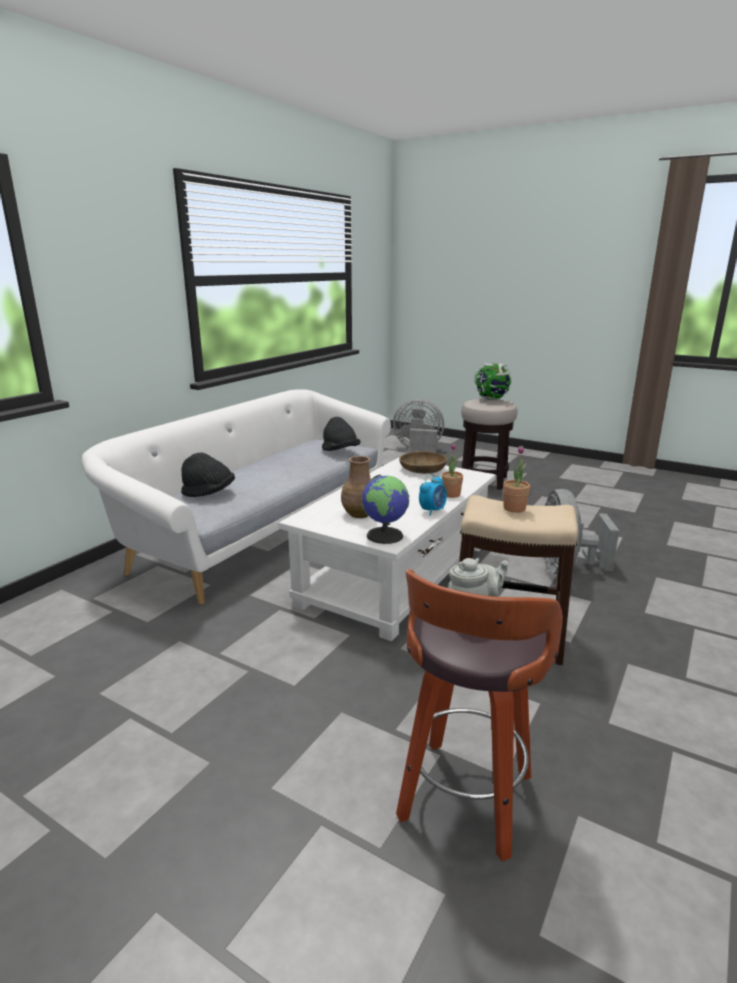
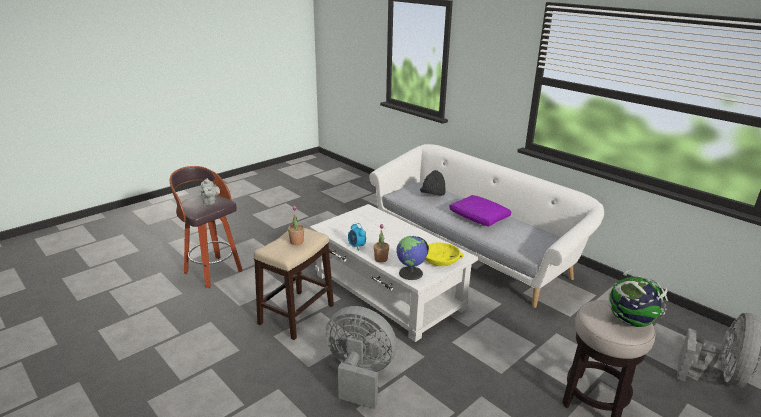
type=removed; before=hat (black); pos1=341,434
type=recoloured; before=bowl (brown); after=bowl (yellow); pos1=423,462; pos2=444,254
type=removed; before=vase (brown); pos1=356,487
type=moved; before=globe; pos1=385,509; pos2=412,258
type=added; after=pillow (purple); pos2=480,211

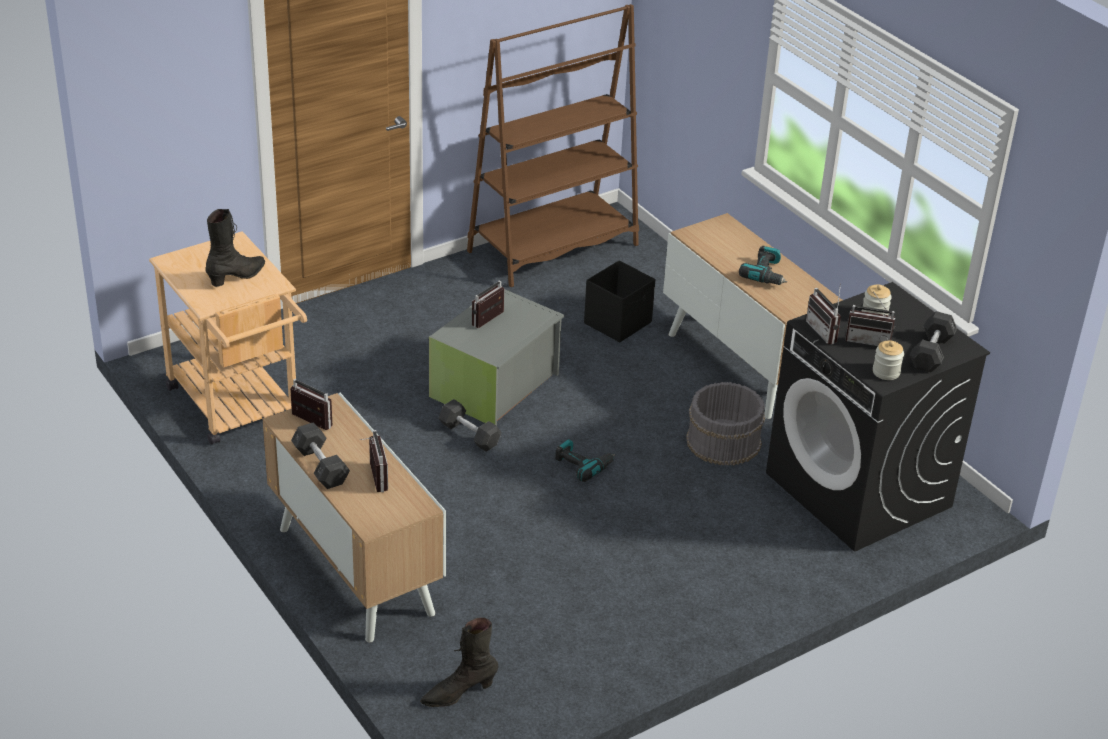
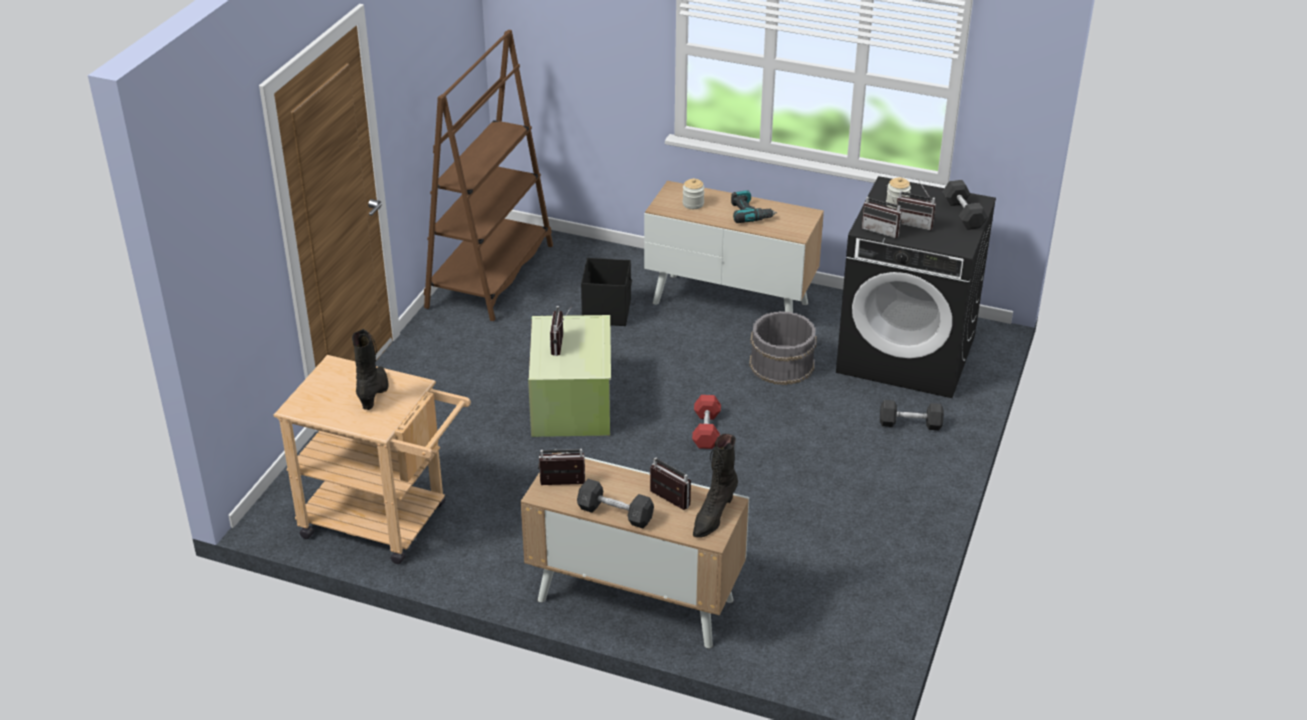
type=recoloured; before=storage box (grey); after=storage box (green); pos1=496,357; pos2=569,376
type=turned; before=radio; pos1=870,318; pos2=916,205; turn=45
type=moved; before=jar; pos1=888,360; pos2=694,193
type=moved; before=dumbbell (grey); pos1=470,425; pos2=912,415
type=replaced; before=power drill; after=dumbbell (red); pos1=585,460; pos2=706,422
type=moved; before=boot (black); pos1=459,662; pos2=715,486

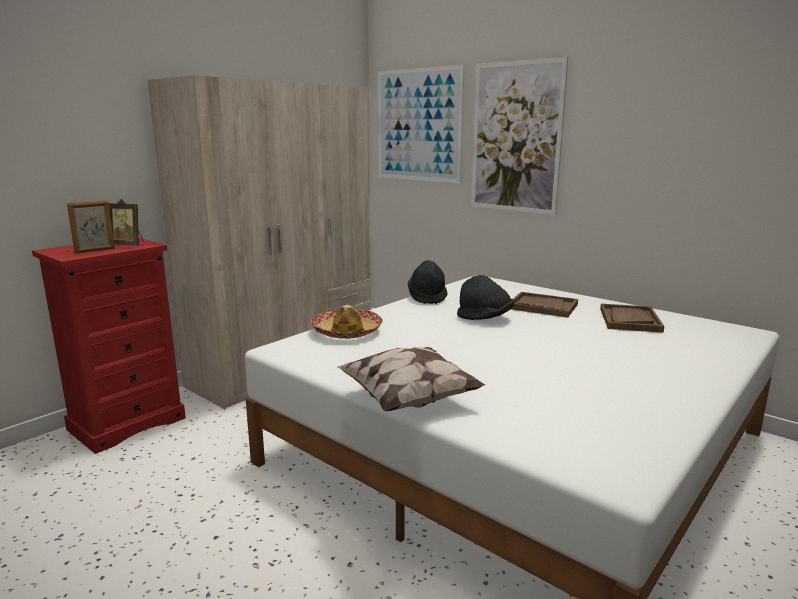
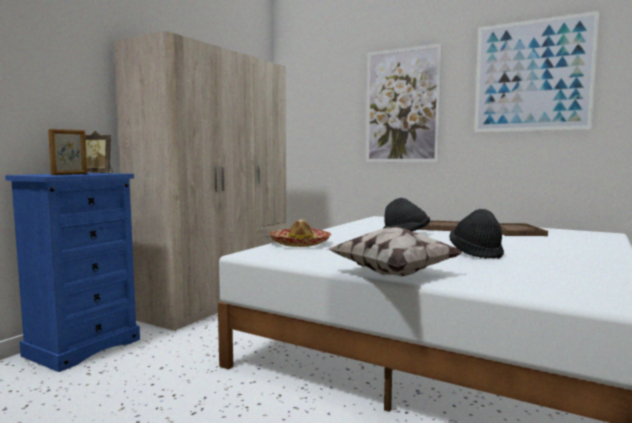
type=moved; before=picture; pos1=421,124; pos2=537,71
type=recoloured; before=dresser (red); after=dresser (blue); pos1=109,346; pos2=72,272
type=moved; before=hat (black); pos1=428,282; pos2=476,234

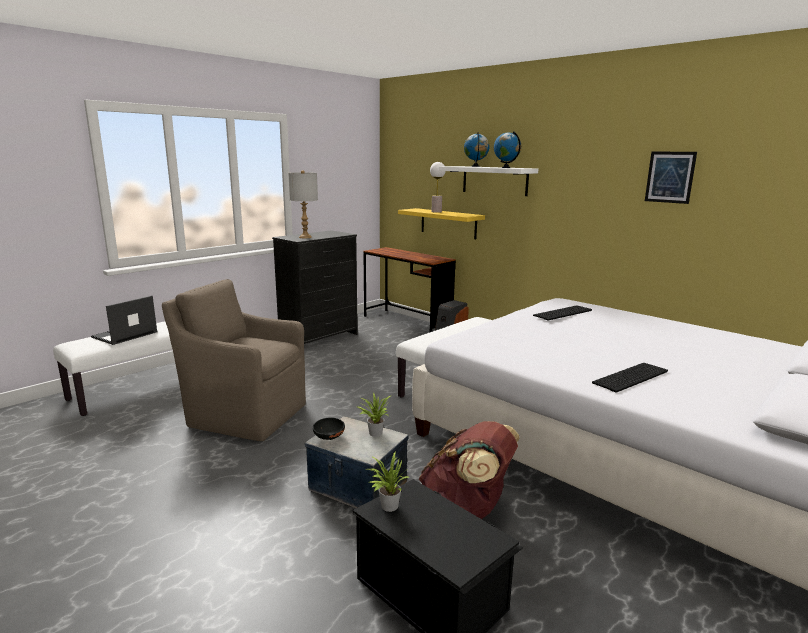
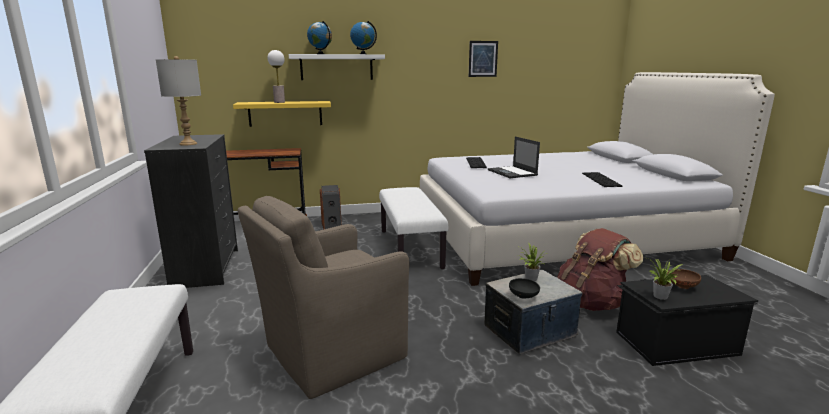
type=moved; before=laptop; pos1=124,320; pos2=514,157
type=added; after=bowl (brown); pos2=684,279

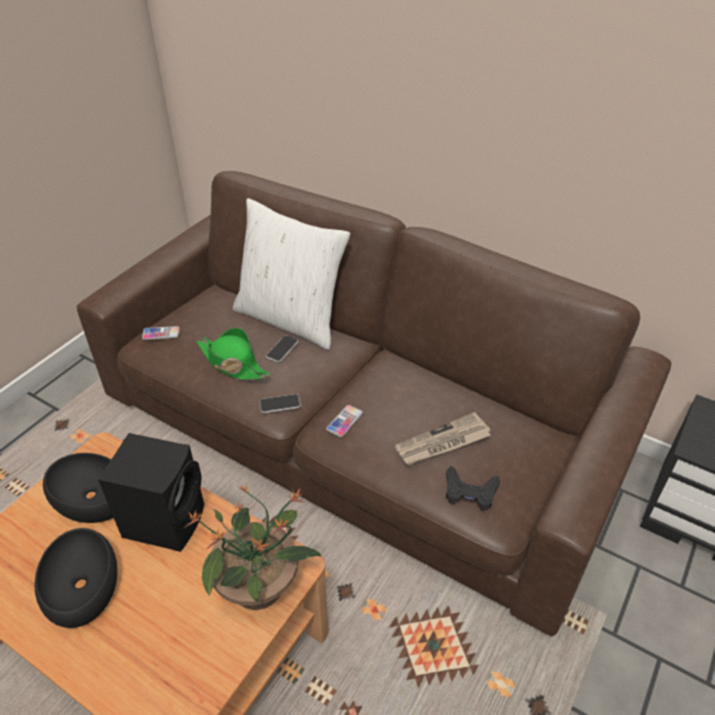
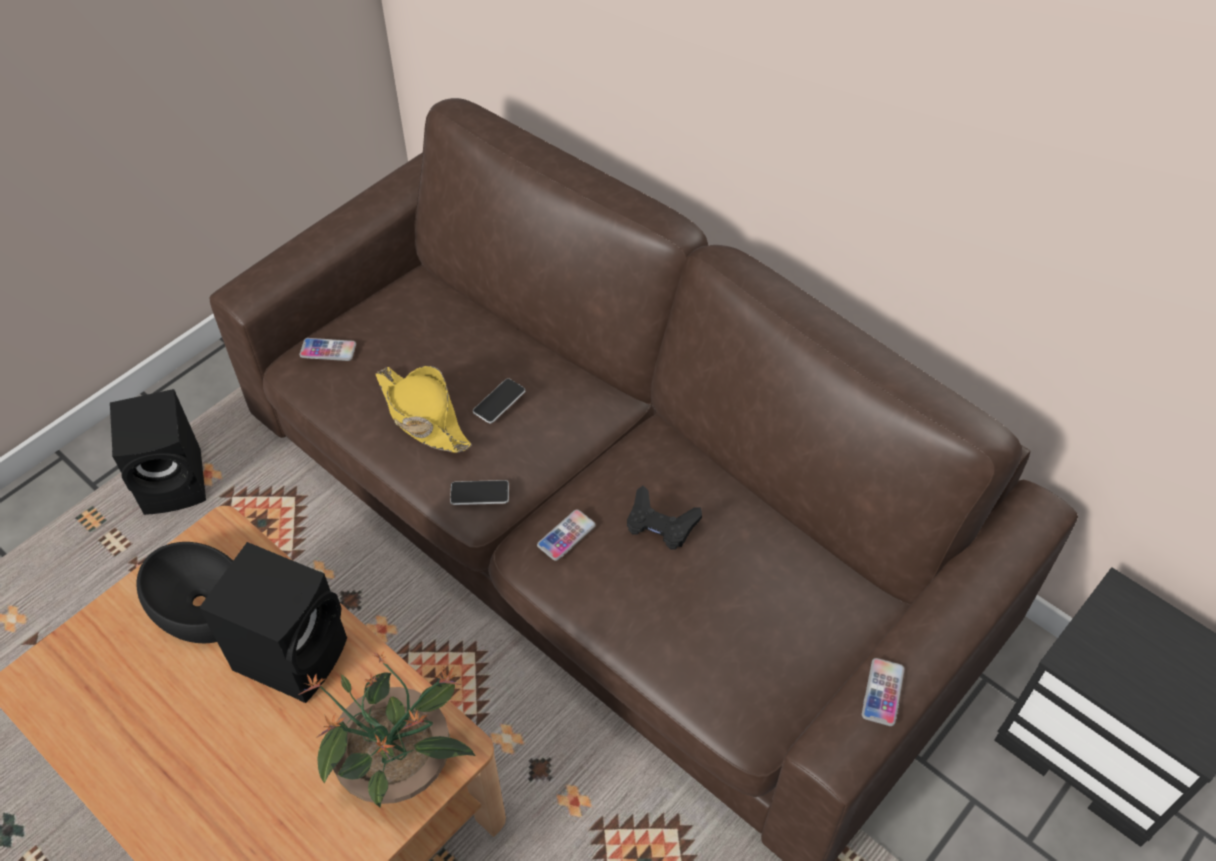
type=removed; before=pillow (white); pos1=291,274
type=recoloured; before=hat (green); after=hat (yellow); pos1=233,354; pos2=424,409
type=removed; before=newspaper; pos1=443,439
type=moved; before=game controller (black); pos1=473,488; pos2=664,518
type=removed; before=bowl (black); pos1=76,578
type=added; after=speaker (black); pos2=158,452
type=added; after=phone; pos2=883,692

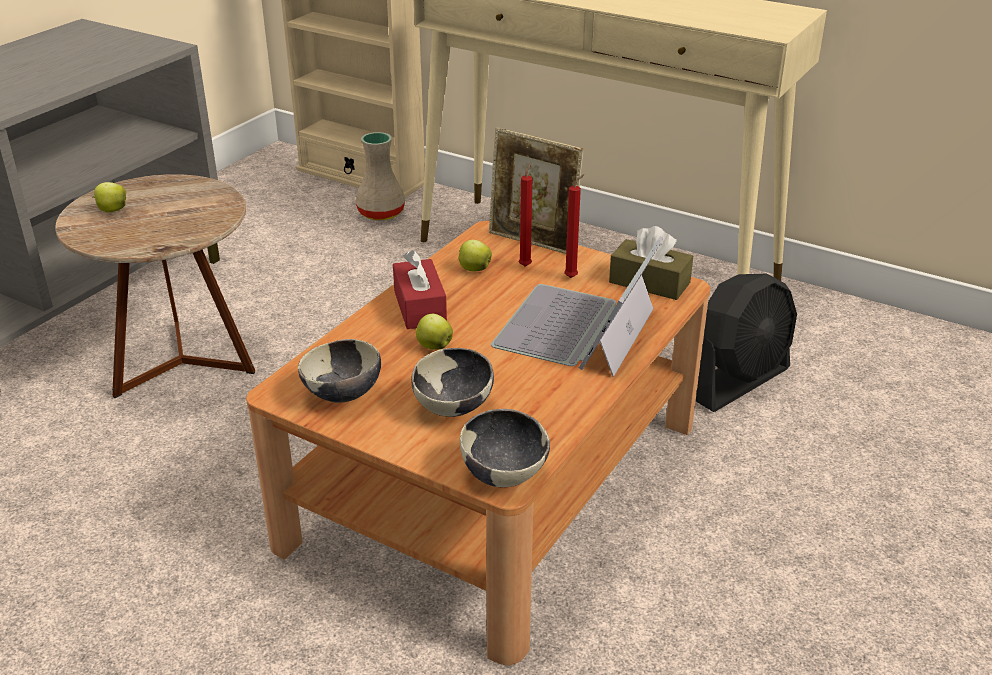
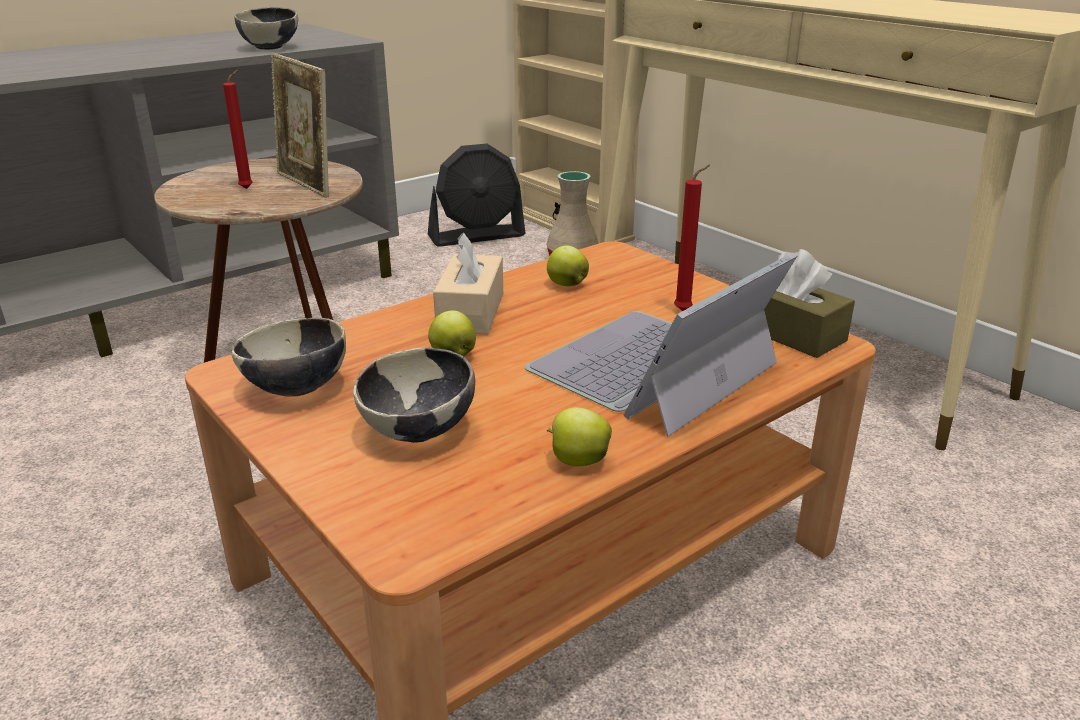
type=moved; before=picture frame; pos1=536,190; pos2=300,125
type=moved; before=candle (red); pos1=525,215; pos2=238,129
type=moved; before=apple; pos1=109,197; pos2=579,436
type=recoloured; before=tissue box (red); after=tissue box (beige); pos1=420,289; pos2=468,283
type=moved; before=fan (black); pos1=746,342; pos2=476,195
type=moved; before=bowl; pos1=505,448; pos2=266,28

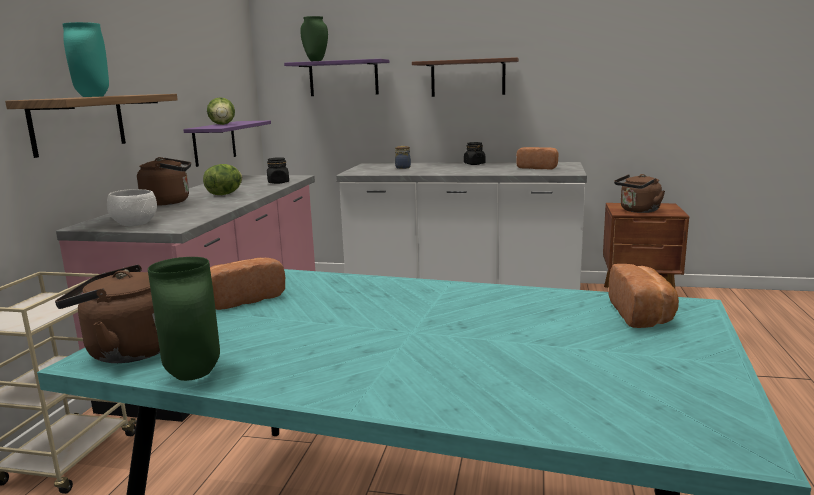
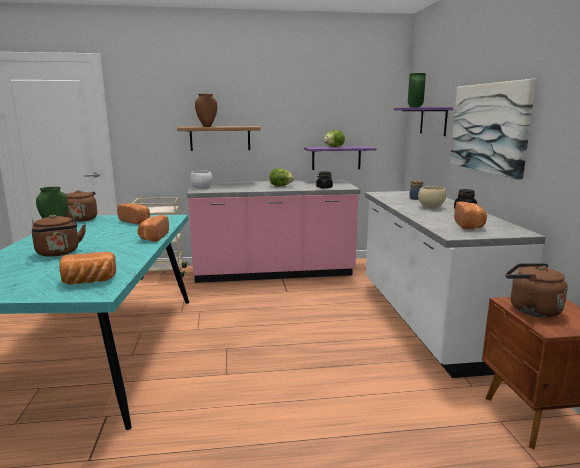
type=recoloured; before=vase (turquoise); after=vase (brown); pos1=85,59; pos2=206,110
type=replaced; before=shelf (brown); after=picture; pos1=465,77; pos2=493,129
type=moved; before=kettle (brown); pos1=164,181; pos2=59,236
type=added; after=bowl (beige); pos2=432,197
type=added; after=bread; pos2=153,228

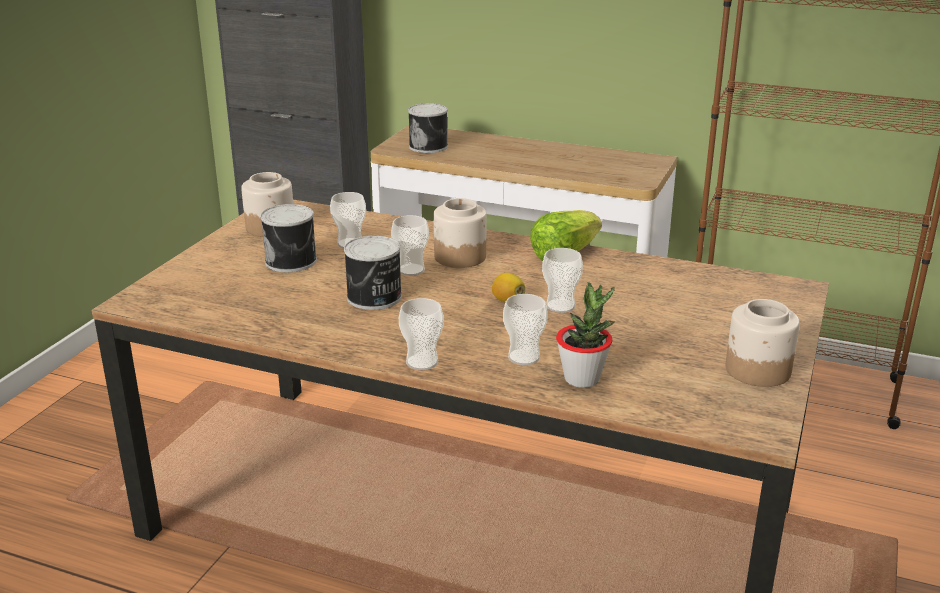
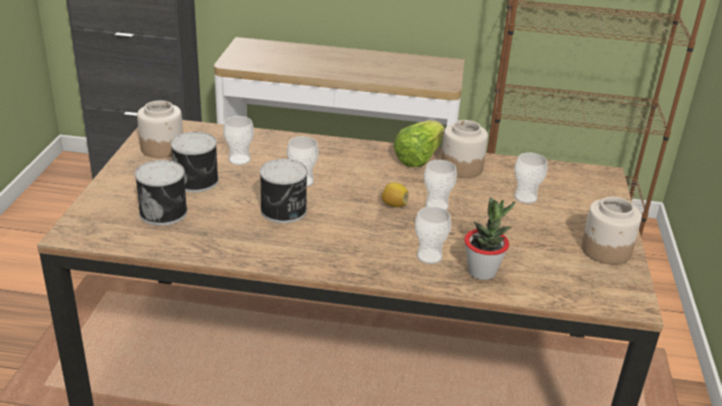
type=moved; before=can; pos1=428,128; pos2=161,193
type=moved; before=jar; pos1=460,233; pos2=464,149
type=moved; before=cup; pos1=421,334; pos2=531,178

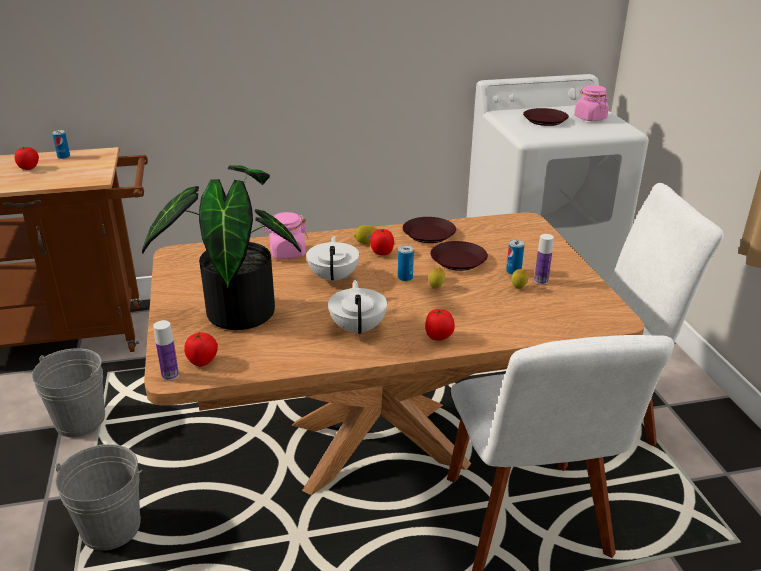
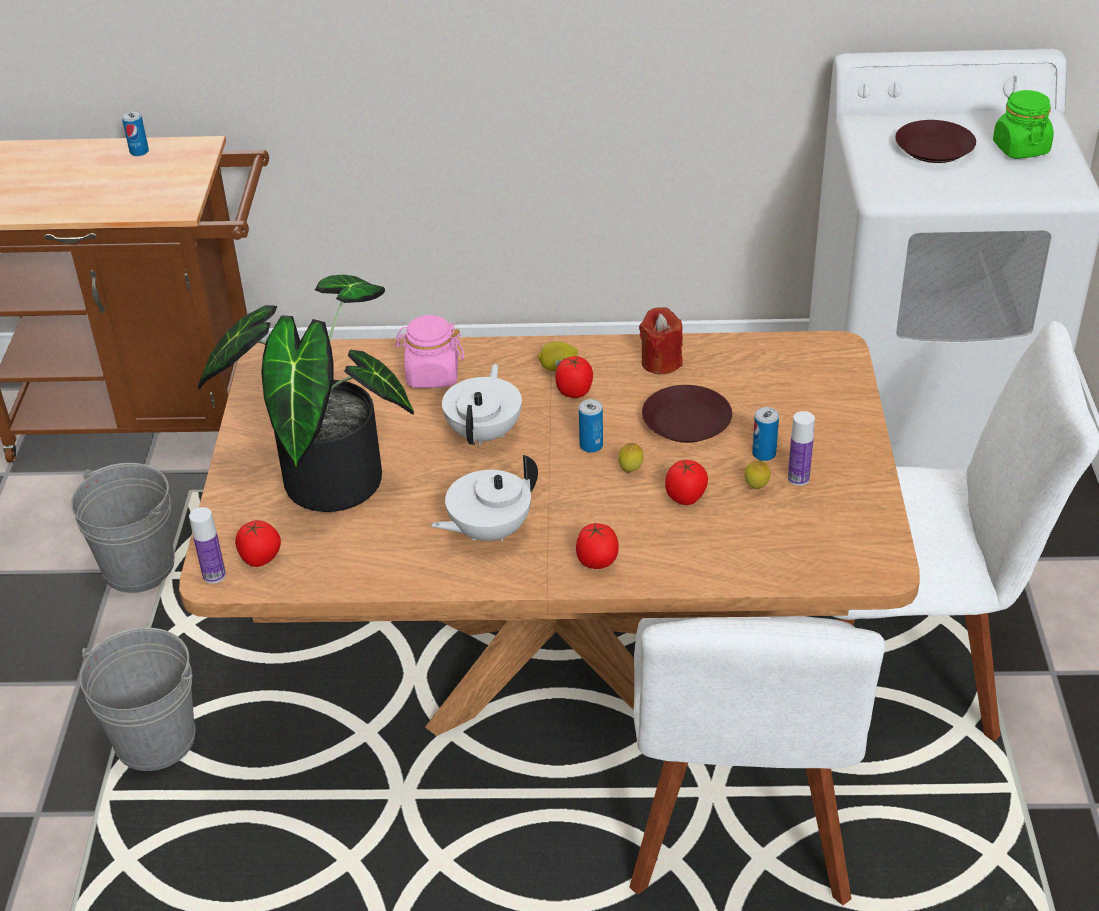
type=recoloured; before=jar (pink); after=jar (green); pos1=592,103; pos2=1023,124
type=moved; before=tomato; pos1=27,158; pos2=686,482
type=replaced; before=plate (brown); after=candle (red); pos1=429,230; pos2=661,340
type=turned; before=teapot (white); pos1=357,308; pos2=484,498; turn=-135

